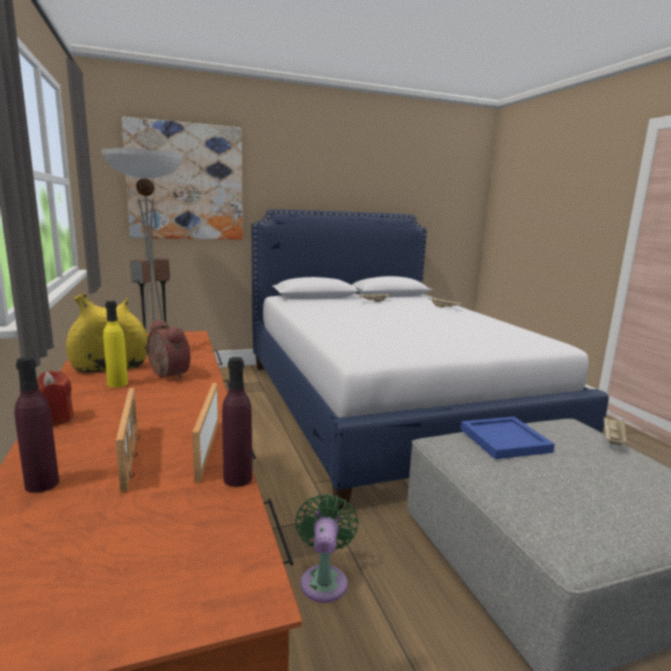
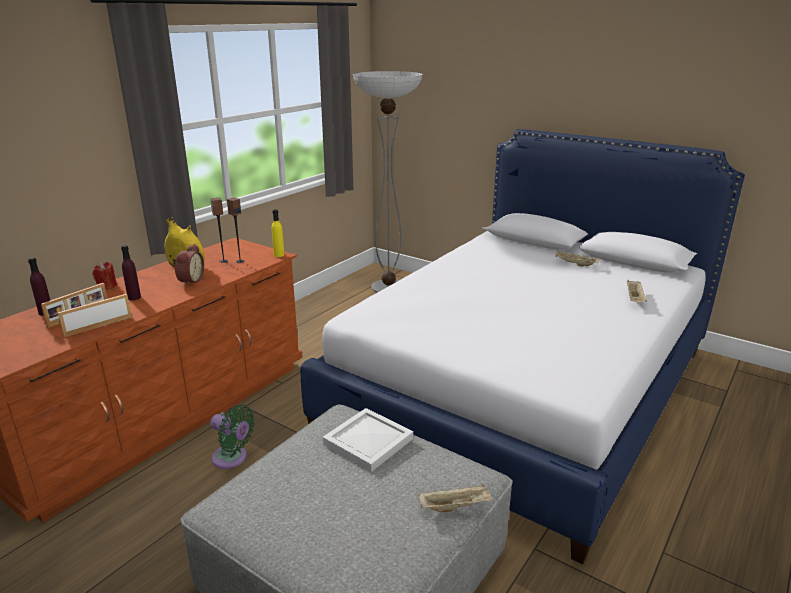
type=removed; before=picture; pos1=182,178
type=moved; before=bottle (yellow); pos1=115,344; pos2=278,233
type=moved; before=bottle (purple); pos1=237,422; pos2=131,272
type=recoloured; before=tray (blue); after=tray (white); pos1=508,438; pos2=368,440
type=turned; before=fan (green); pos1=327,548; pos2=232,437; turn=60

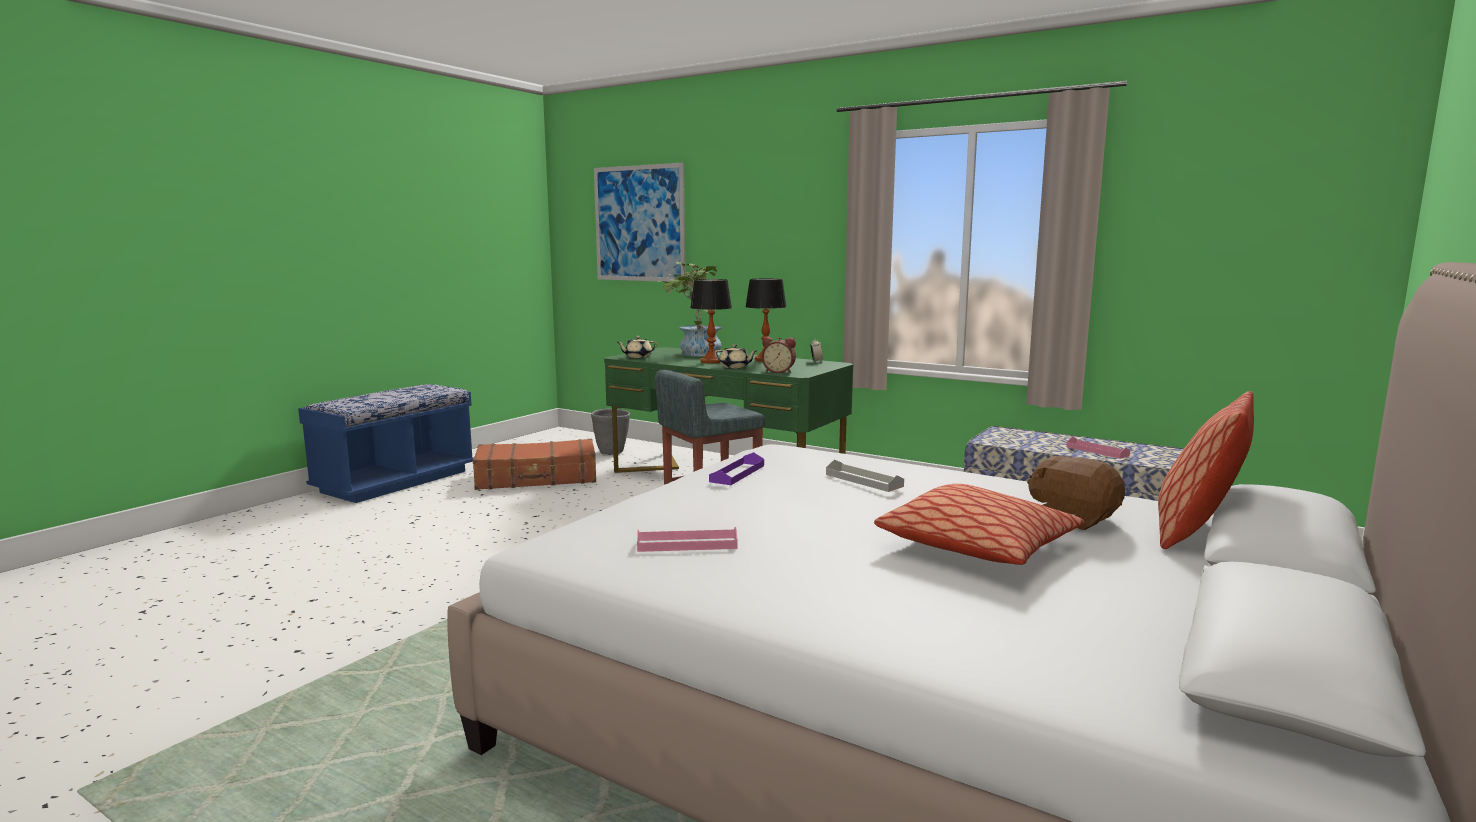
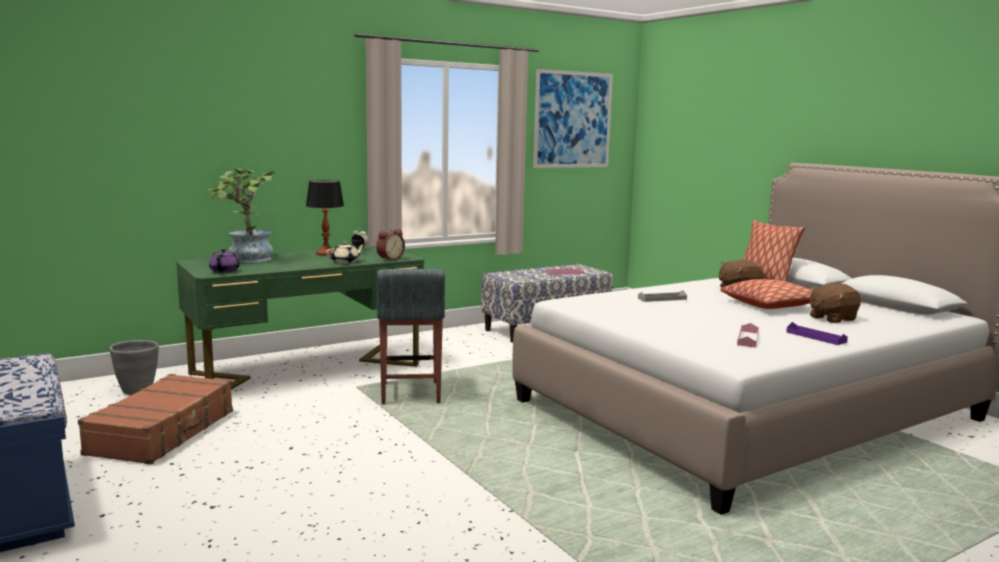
type=moved; before=picture; pos1=639,222; pos2=573,118
type=removed; before=table lamp; pos1=711,321
type=recoloured; before=teapot (beige); after=teapot (purple); pos1=637,347; pos2=224,261
type=moved; before=tray (purple); pos1=736,468; pos2=817,333
type=added; after=plush toy (brown); pos2=835,303

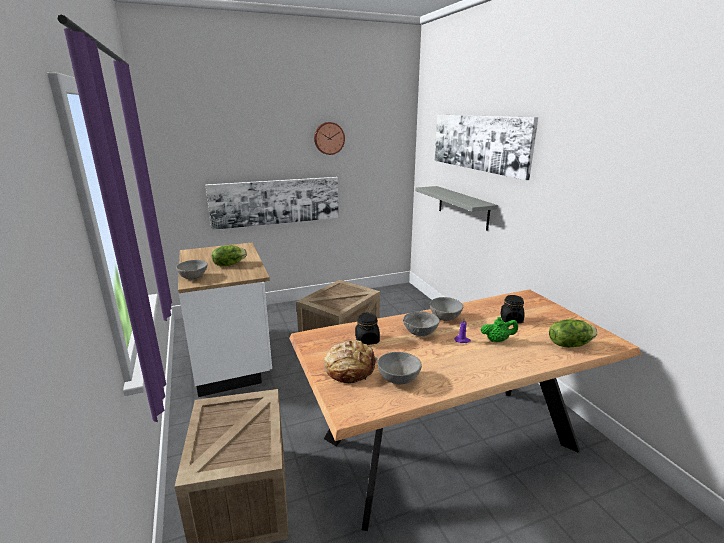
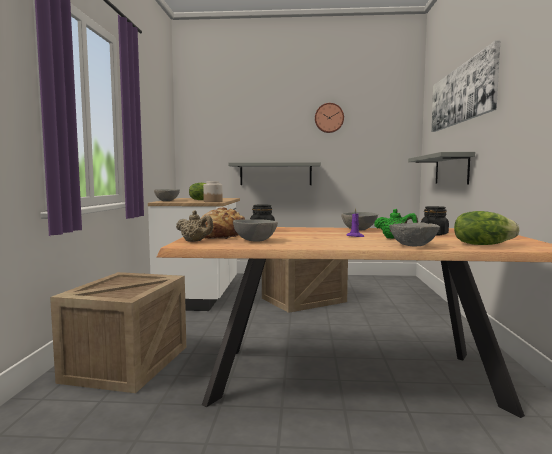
type=replaced; before=picture; after=shelf (grey); pos1=272,203; pos2=274,173
type=moved; before=bowl (grey); pos1=421,323; pos2=414,234
type=added; after=jar; pos2=213,191
type=added; after=teapot (beige); pos2=194,226

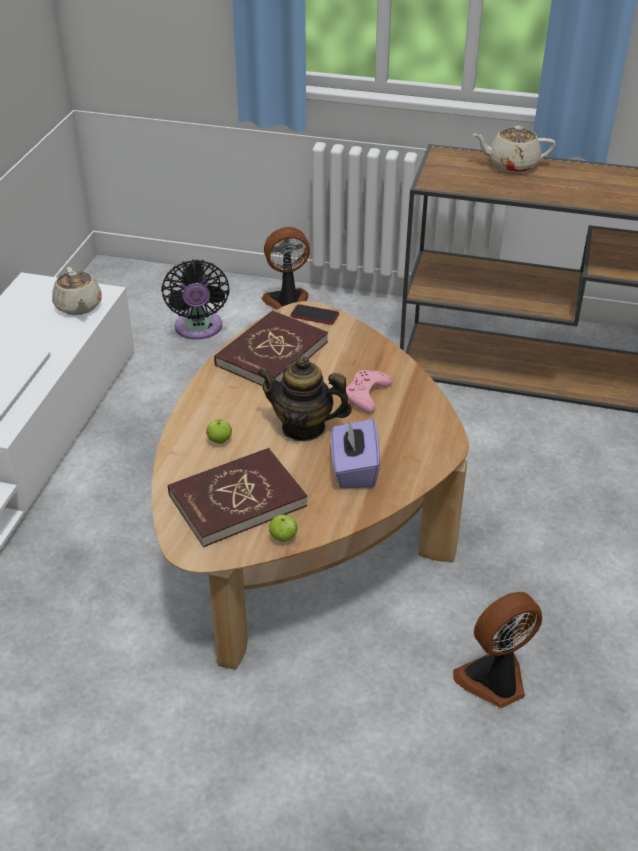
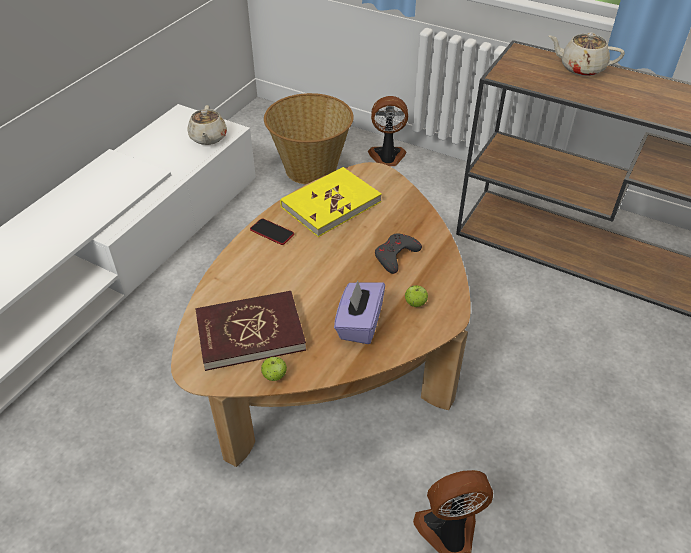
type=replaced; before=fan (black); after=basket; pos1=195,299; pos2=309,138
type=moved; before=phone; pos1=315,314; pos2=272,231
type=recoloured; before=book (red); after=book (yellow); pos1=271,348; pos2=331,202
type=removed; before=teapot; pos1=304,399
type=recoloured; before=game controller (pink); after=game controller (grey); pos1=369,391; pos2=398,253
type=moved; before=apple; pos1=219,432; pos2=416,296

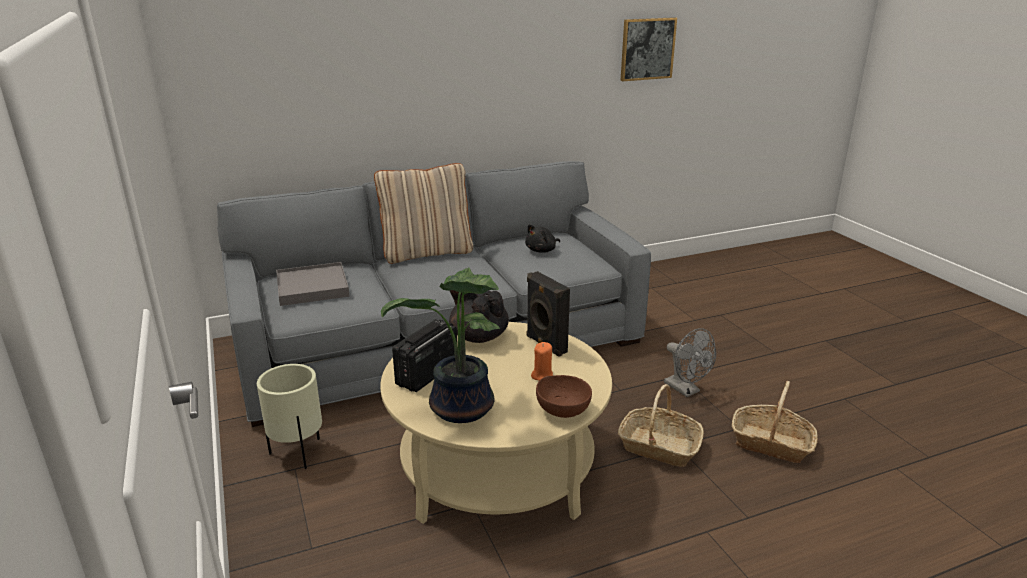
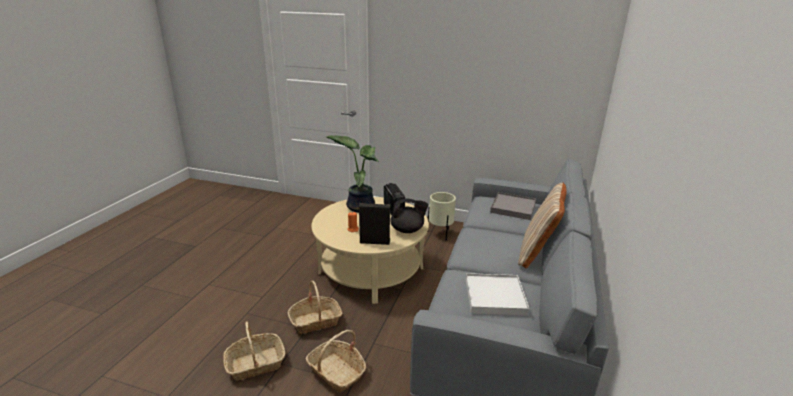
type=removed; before=picture; pos1=648,49
type=replaced; before=plush toy (black); after=tray (white); pos1=542,238; pos2=498,294
type=replaced; before=fan (grey); after=basket; pos1=690,362; pos2=335,361
type=removed; before=bowl (brown); pos1=564,396

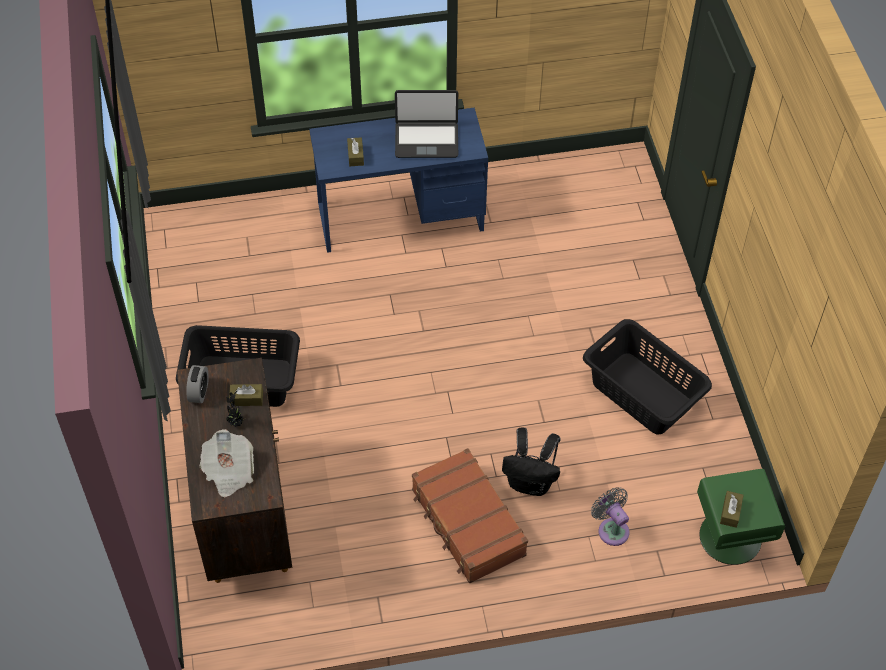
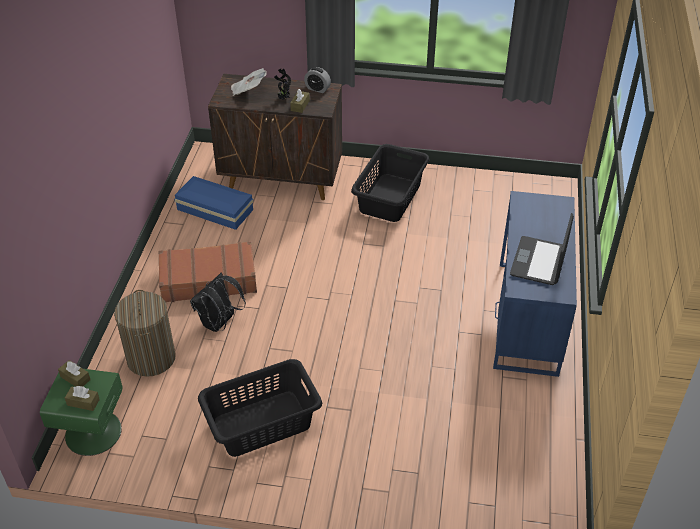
type=moved; before=tissue box (brown); pos1=355,151; pos2=82,398
type=replaced; before=fan (grey); after=laundry basket; pos1=610,516; pos2=144,333
type=added; after=storage box (blue); pos2=214,203

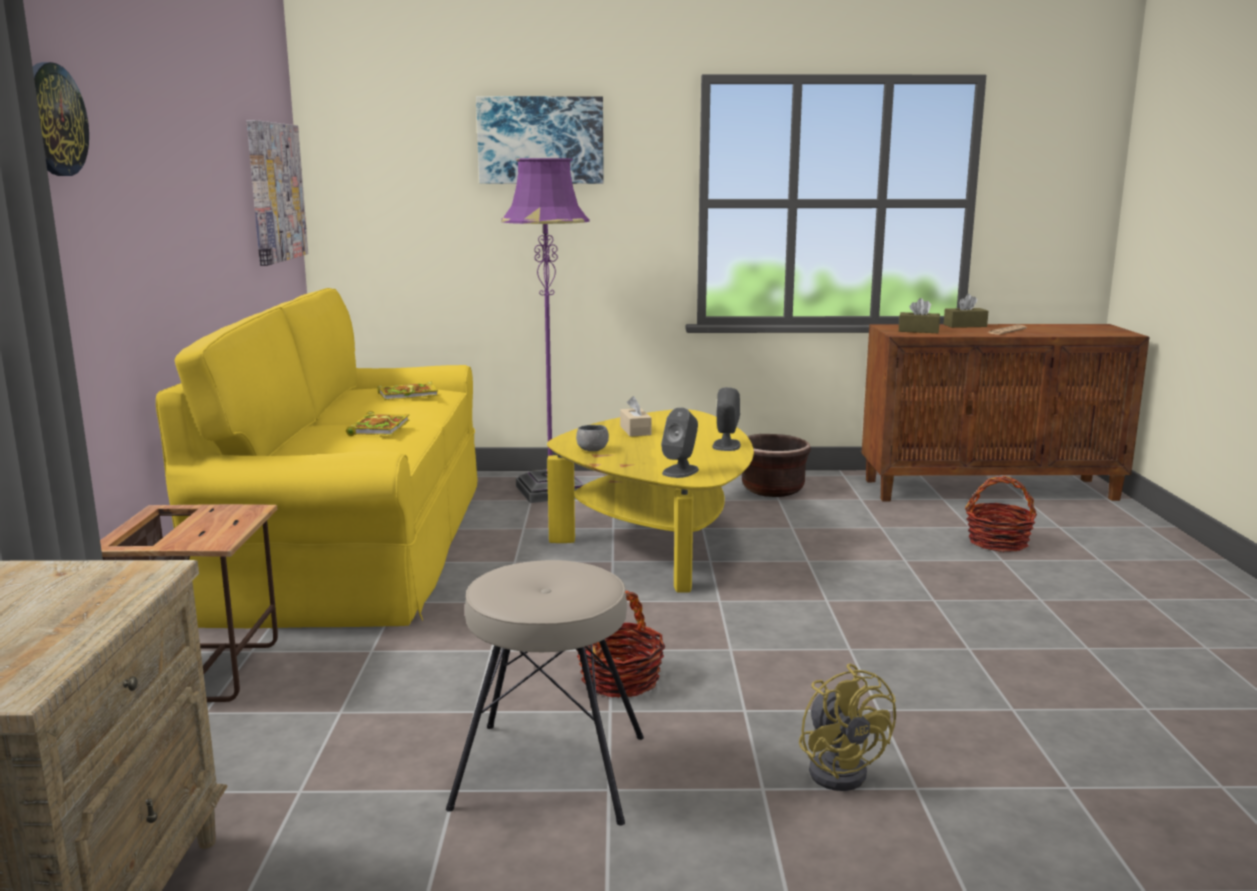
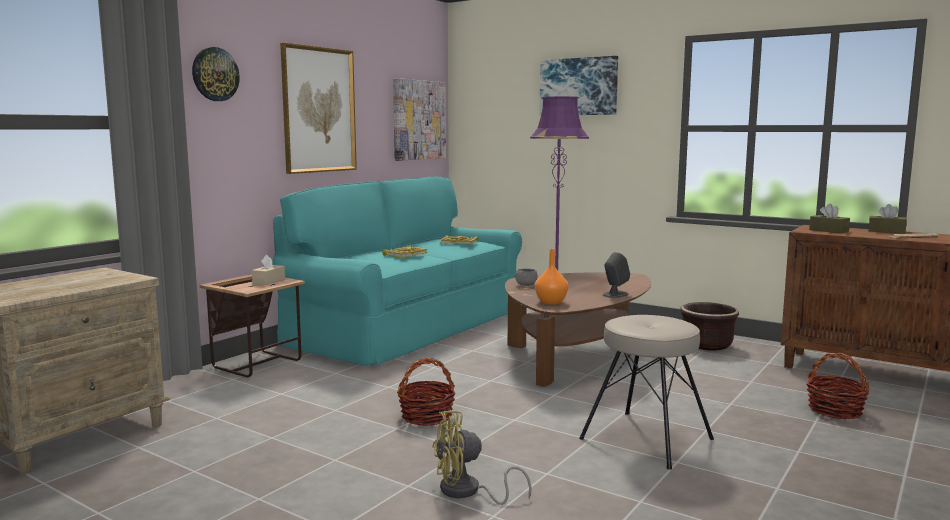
type=recoloured; before=sofa (yellow); after=sofa (turquoise); pos1=317,458; pos2=397,271
type=moved; before=tissue box (beige); pos1=636,416; pos2=268,270
type=replaced; before=speaker (grey); after=vase (orange); pos1=680,442; pos2=551,276
type=recoloured; before=coffee table (yellow); after=coffee table (brown); pos1=650,500; pos2=578,329
type=moved; before=stool (beige); pos1=545,693; pos2=646,392
type=turned; before=fan (yellow); pos1=847,727; pos2=482,457; turn=60
type=added; after=picture; pos2=318,108

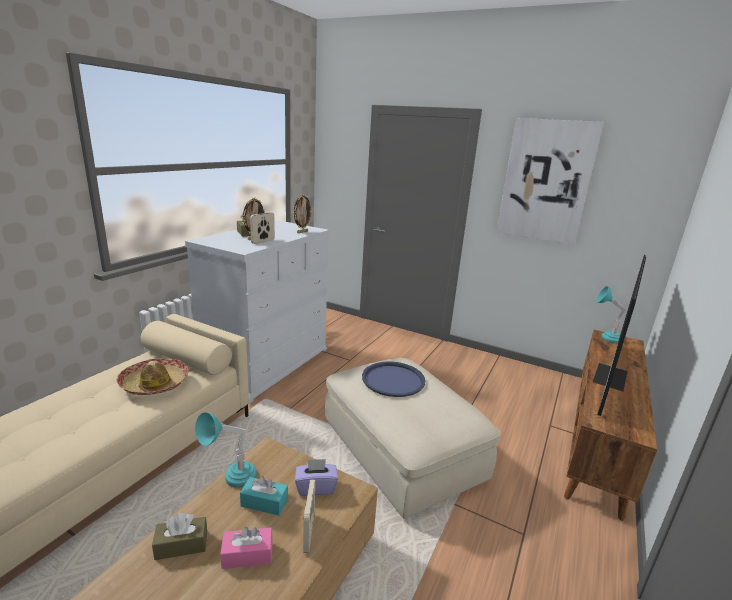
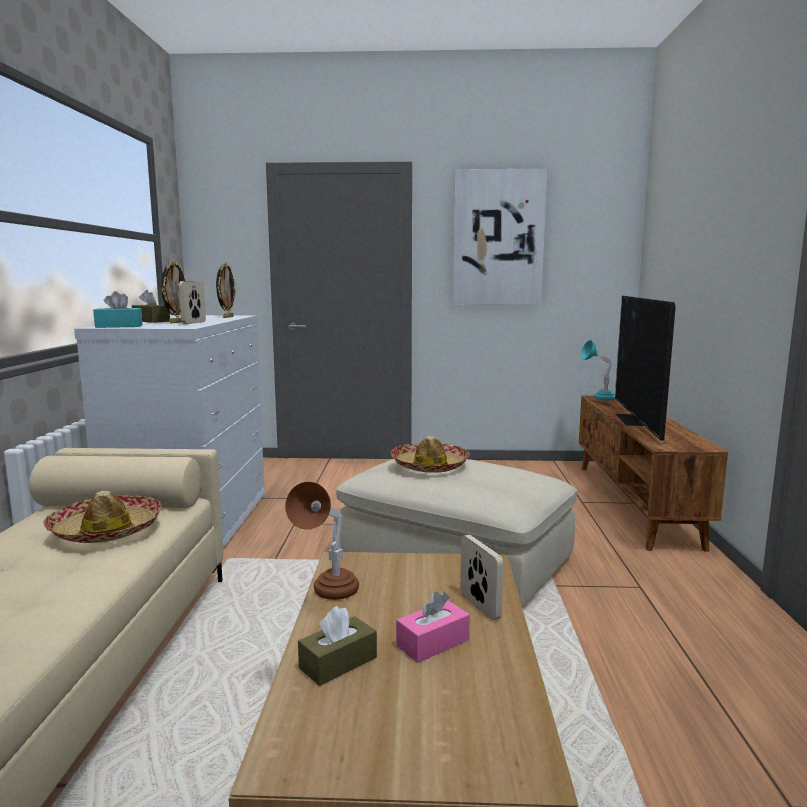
type=replaced; before=tray (blue); after=hat; pos1=394,379; pos2=430,454
type=recoloured; before=table lamp (turquoise); after=table lamp (brown); pos1=226,449; pos2=322,541
type=removed; before=tissue box (purple); pos1=316,477
type=moved; before=tissue box (turquoise); pos1=264,496; pos2=118,309

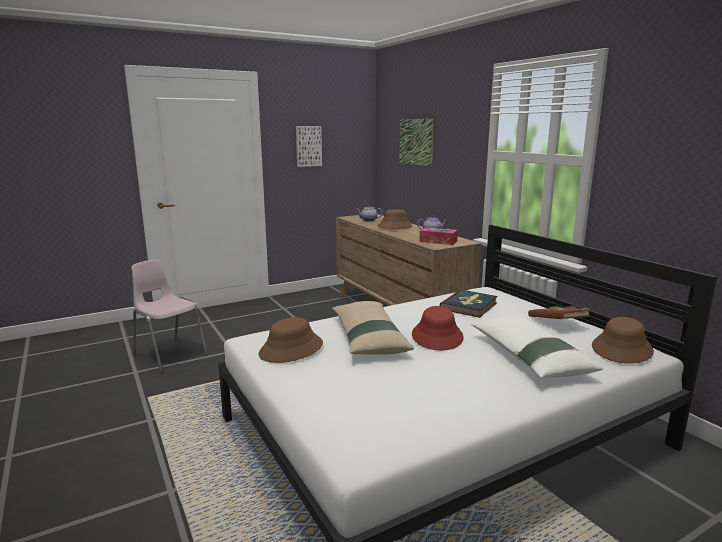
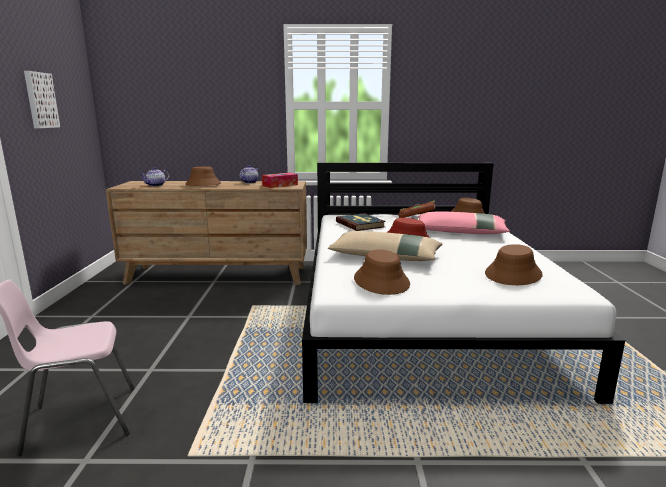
type=removed; before=picture; pos1=416,142
type=recoloured; before=pillow (white); after=pillow (pink); pos1=537,346; pos2=464,222
type=added; after=hat (brown); pos2=514,264

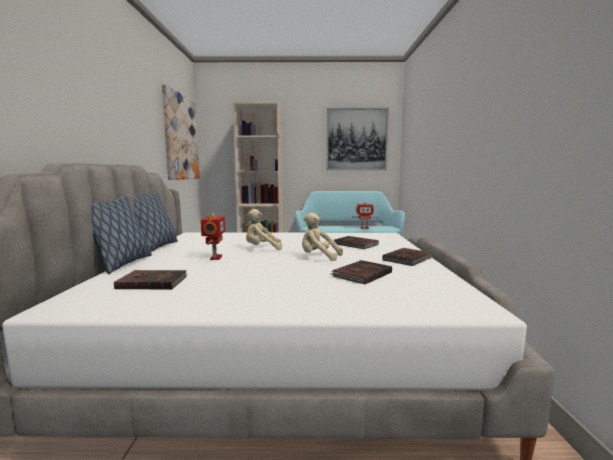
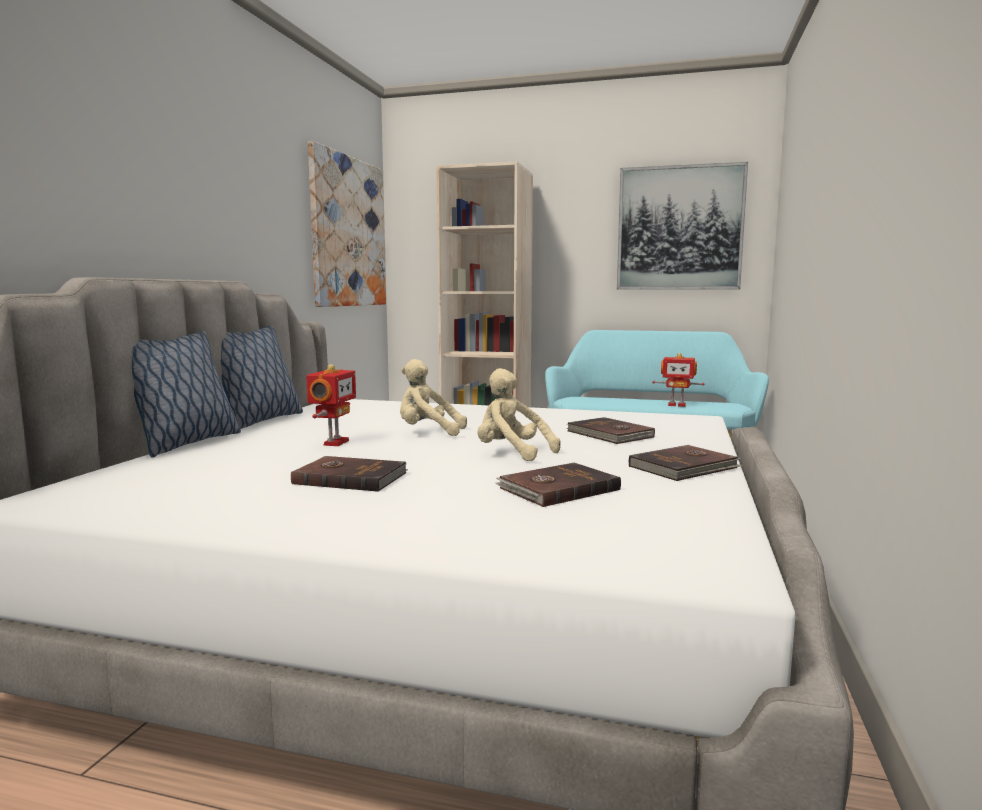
type=moved; before=book (brown); pos1=150,279; pos2=349,474

